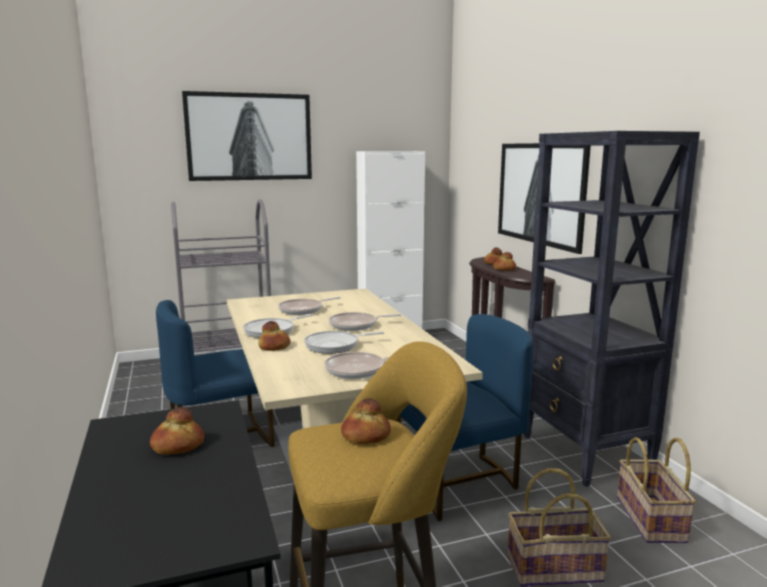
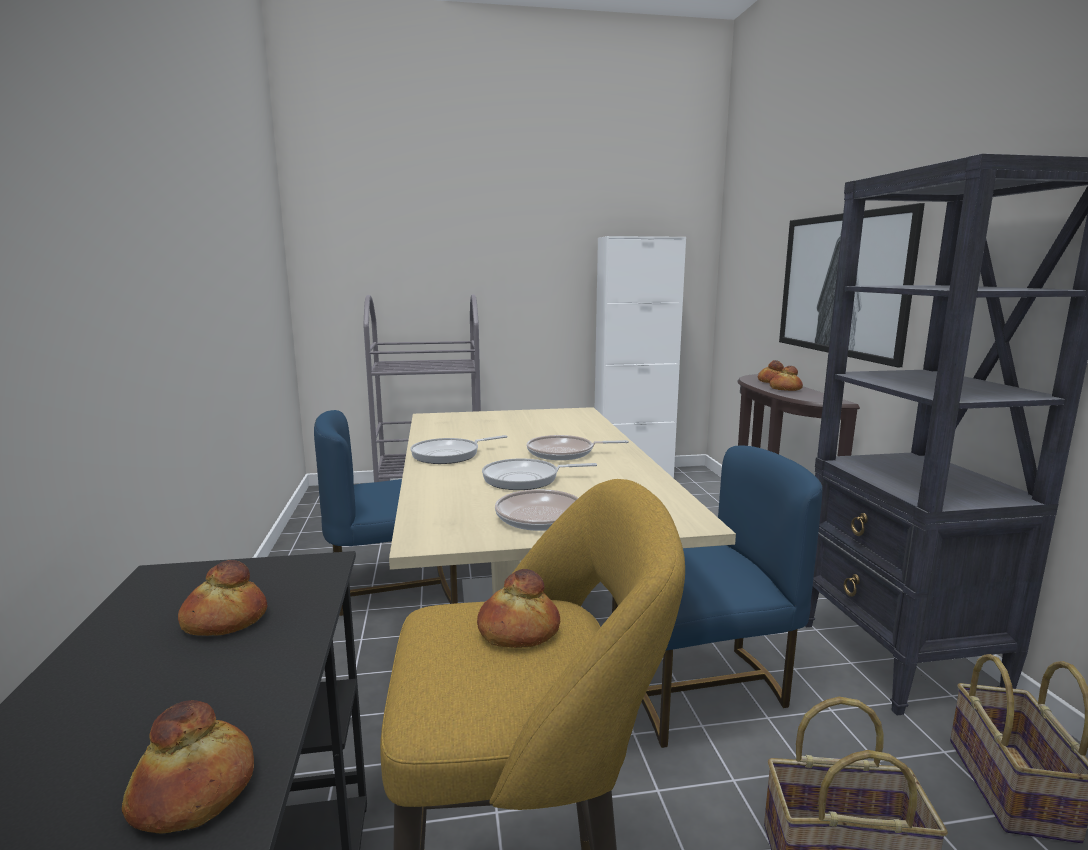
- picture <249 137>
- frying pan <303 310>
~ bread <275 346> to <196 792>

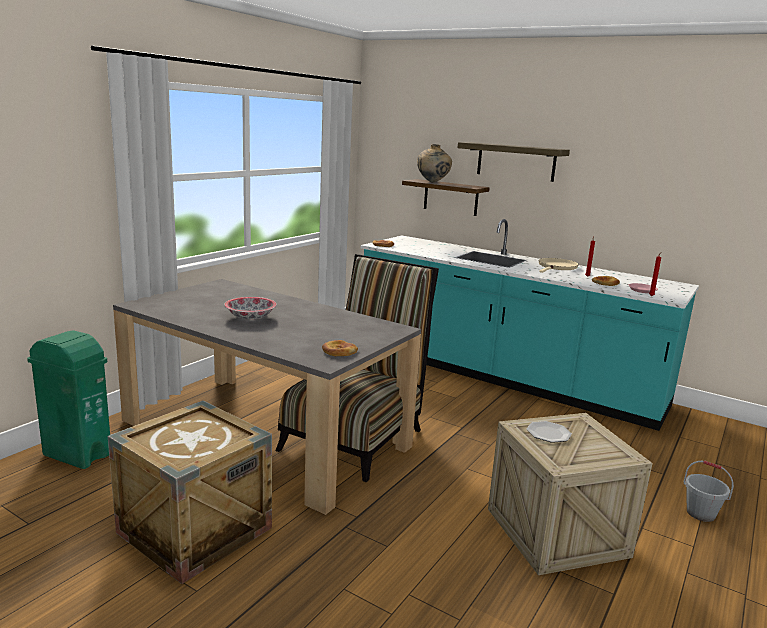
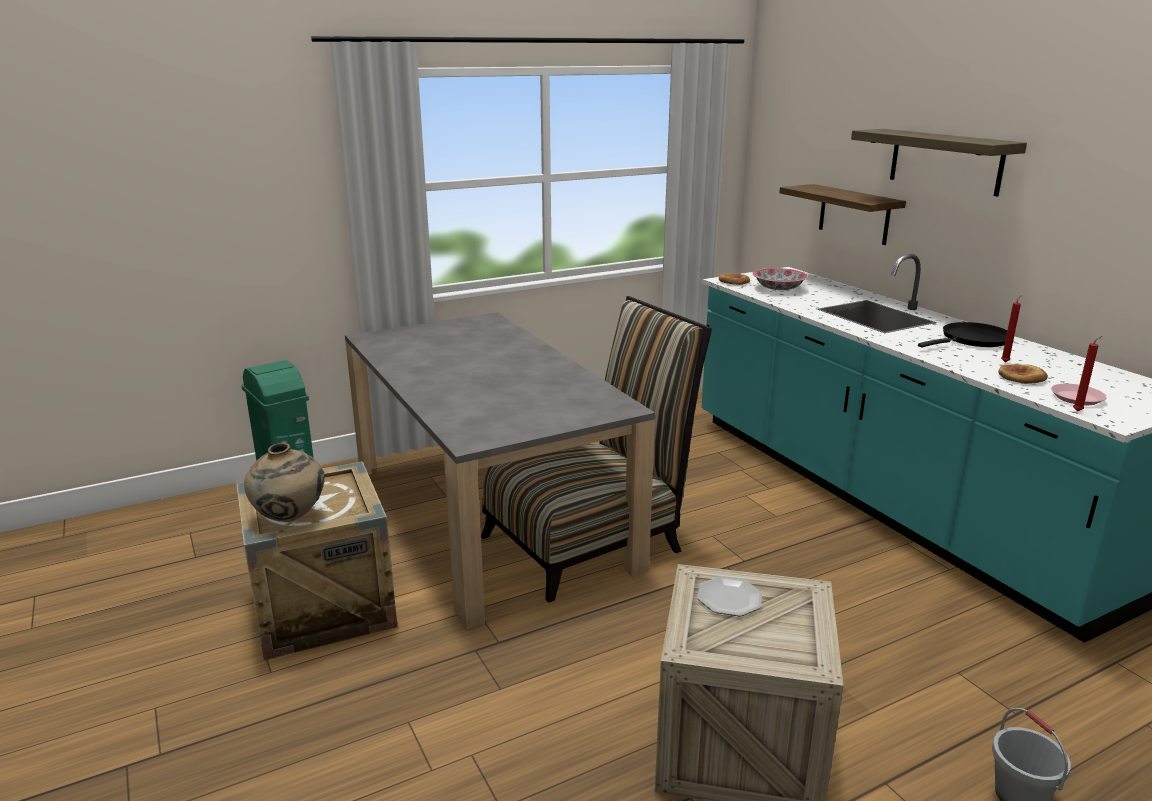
- bread <339 351>
~ bowl <250 317> to <778 288>
~ beige vase <433 182> to <291 519>
~ beige frying pan <557 267> to black frying pan <972 340>

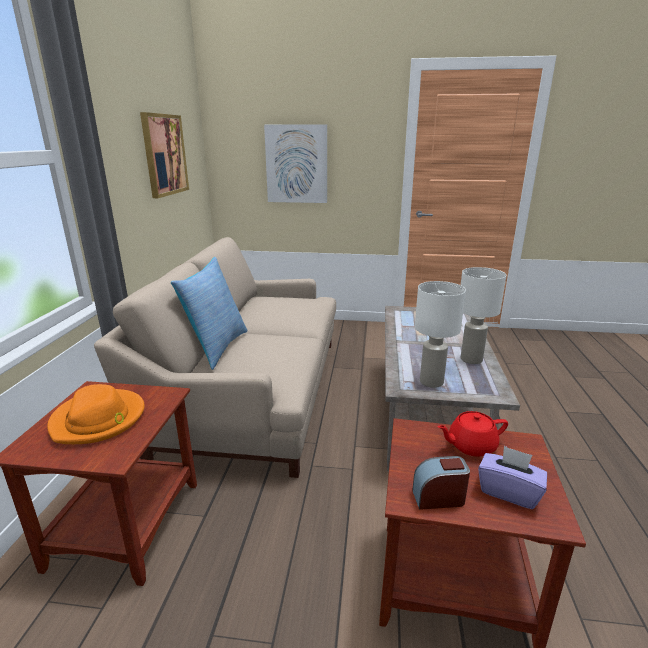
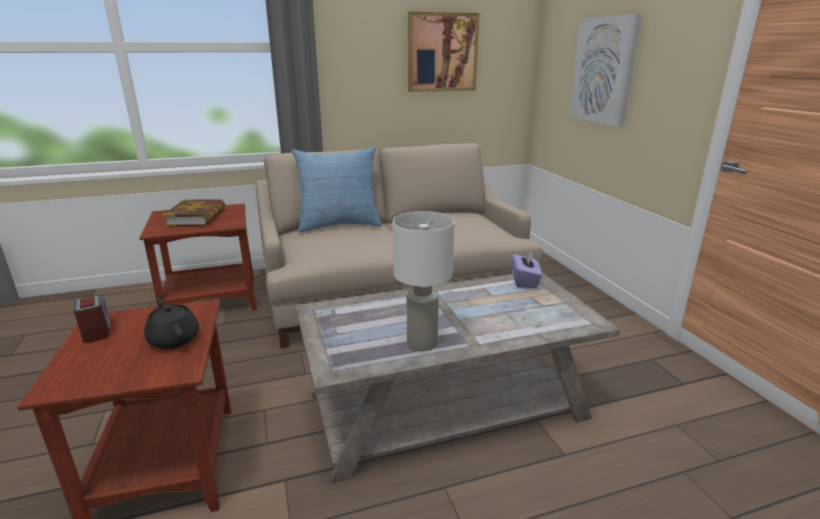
- white table lamp <430 382>
~ purple tissue box <508 491> to <525 281>
~ orange hat <99 419> to book <197 217>
~ red teapot <470 445> to black teapot <174 339>

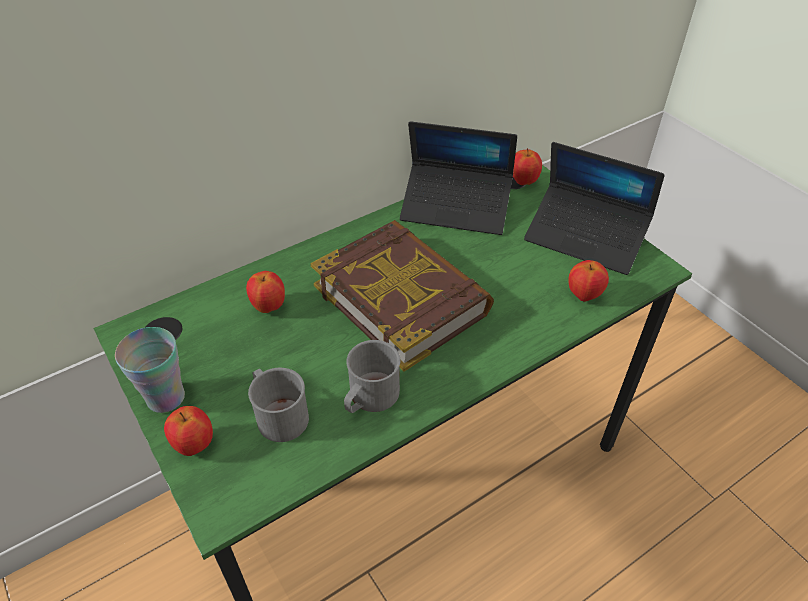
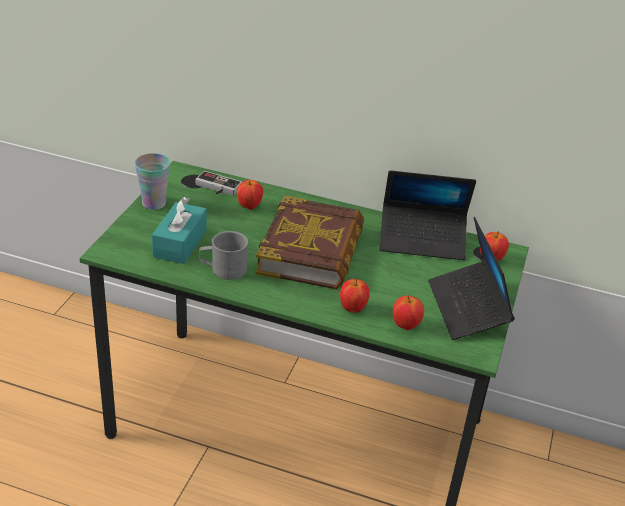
+ game controller <216 188>
~ apple <194 445> to <352 309>
~ grey mug <278 414> to turquoise tissue box <180 243>
~ laptop <456 207> = <422 240> 60 degrees counterclockwise

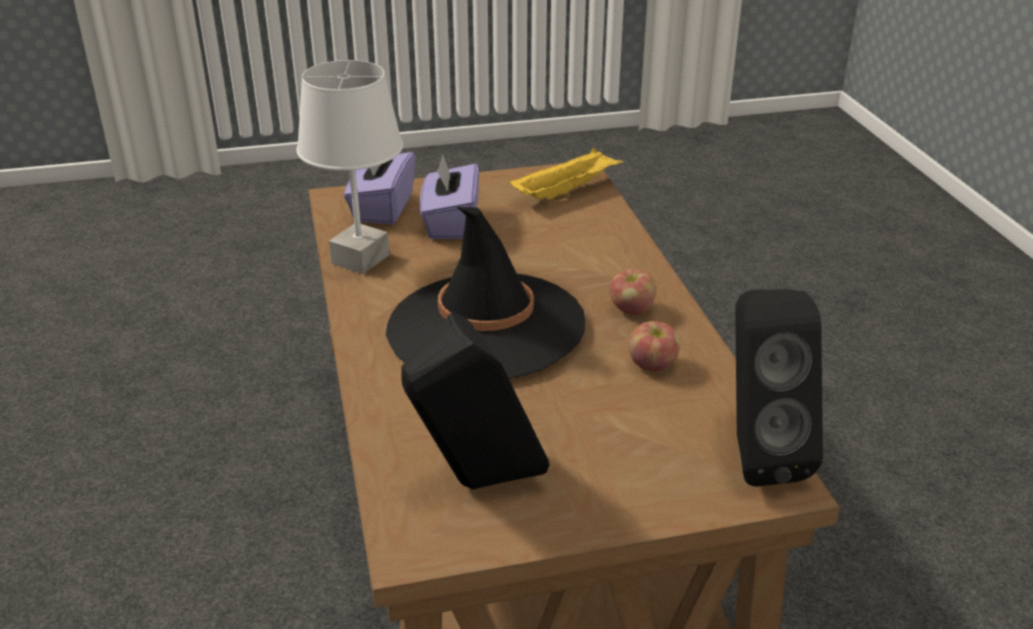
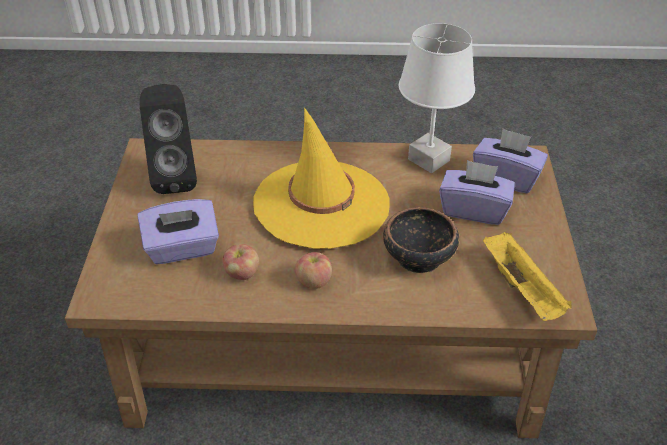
- black speaker <755 454>
+ purple tissue box <182 249>
+ bowl <418 257>
~ black hat <485 327> to yellow hat <321 204>

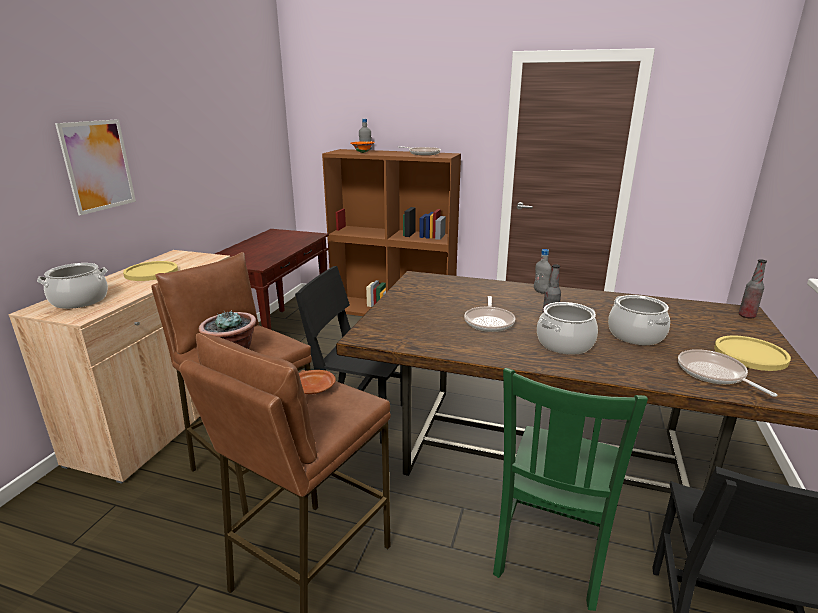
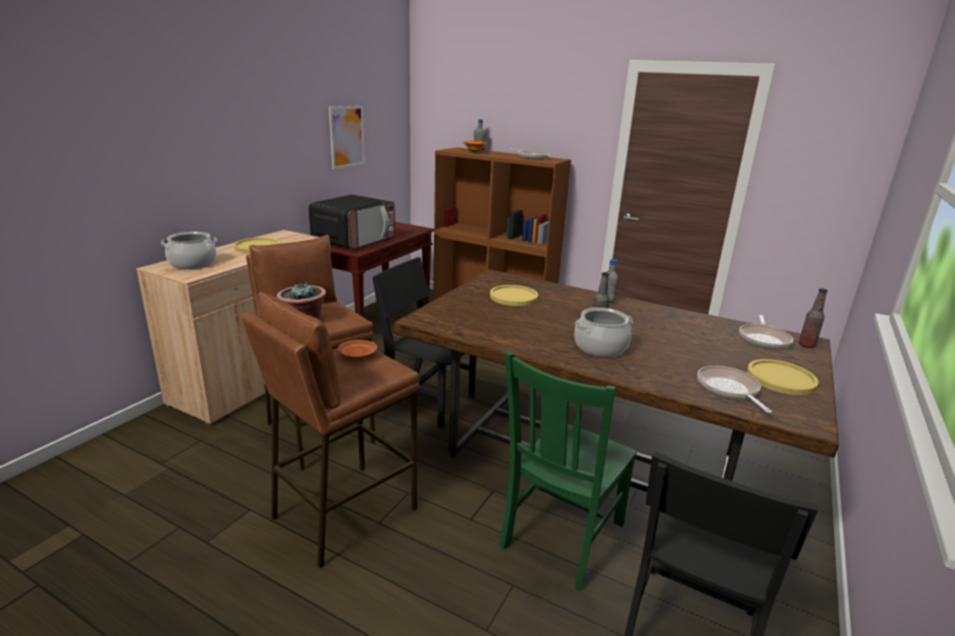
- cooking pot <636 335>
+ microwave <354 240>
+ yellow plate <513 297>
~ picture <98 166> to <347 136>
~ frying pan <489 321> to <764 339>

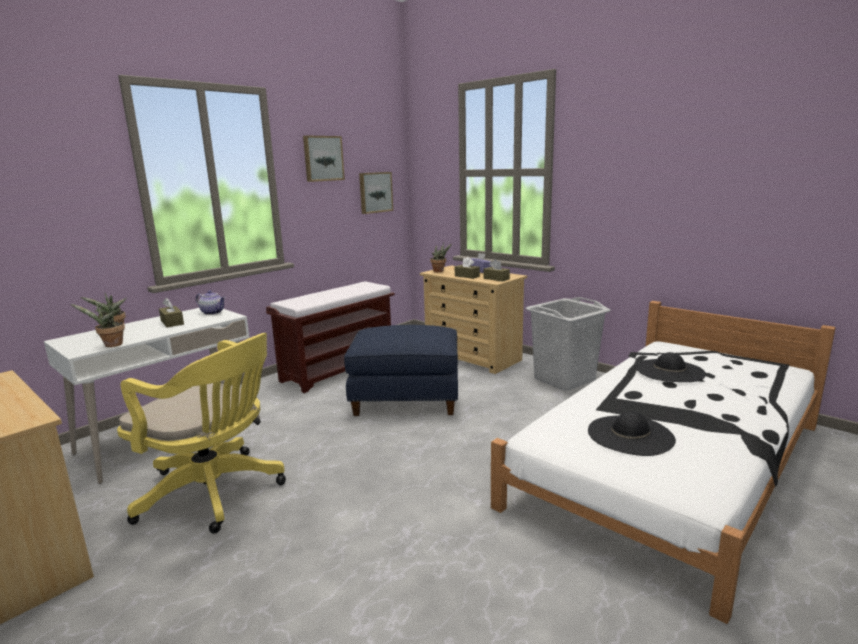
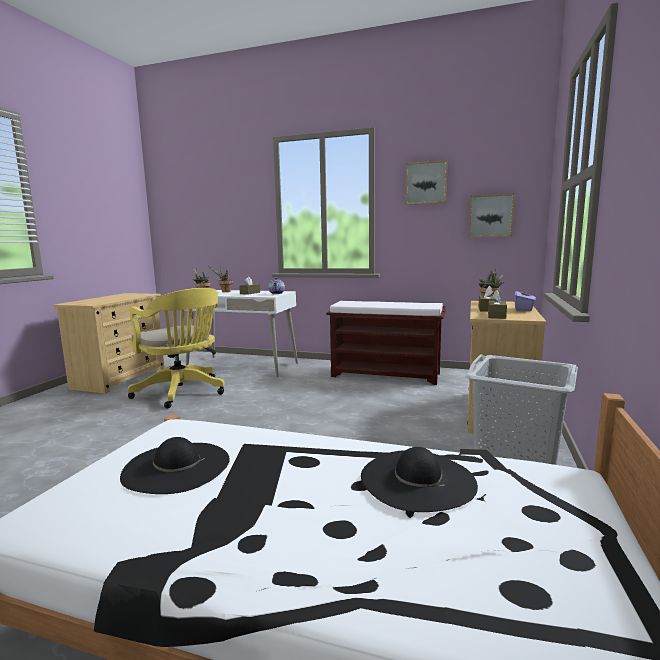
- blue ottoman <406 398>
~ yellow office chair <216 493> = <182 393> 45 degrees counterclockwise

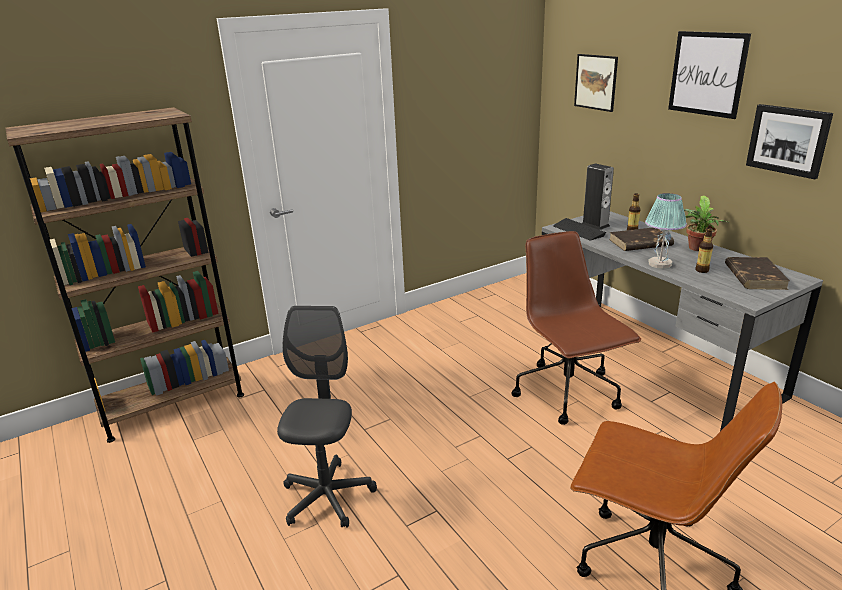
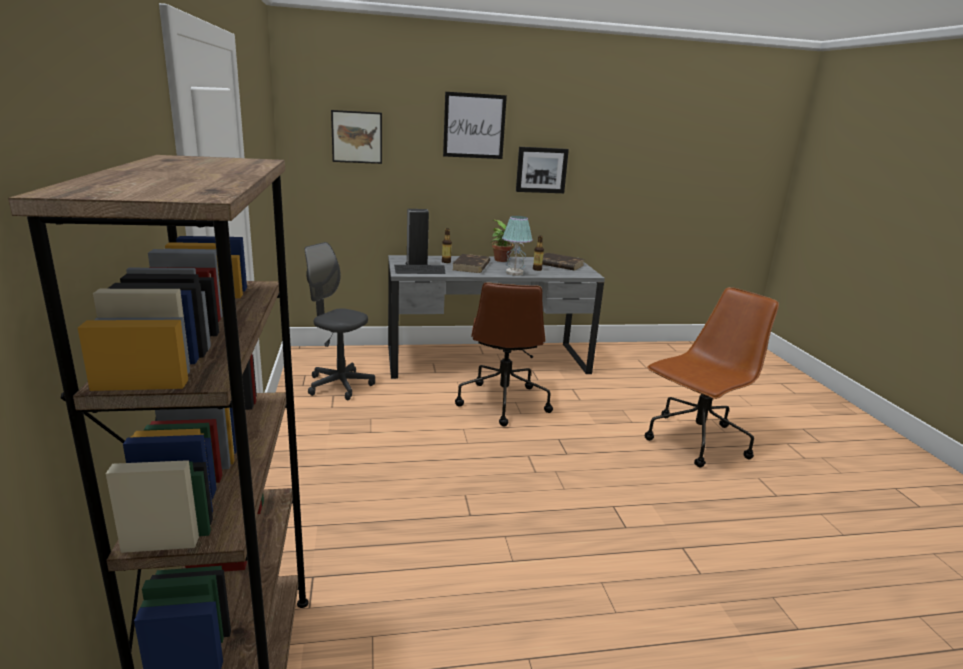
~ grey office chair <327 497> to <340 385>
~ brown office chair <568 393> = <503 402> 90 degrees counterclockwise

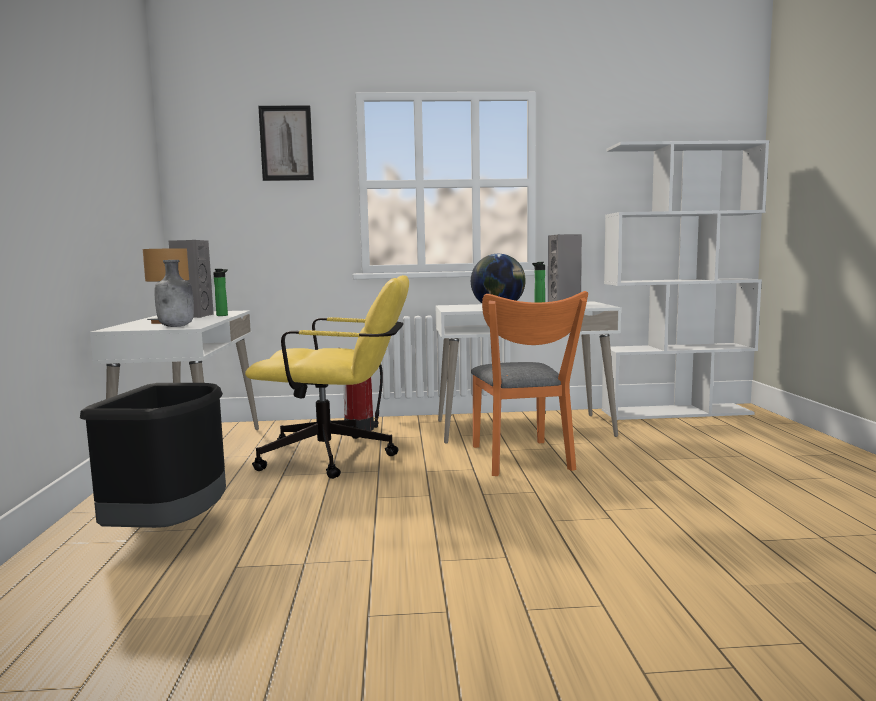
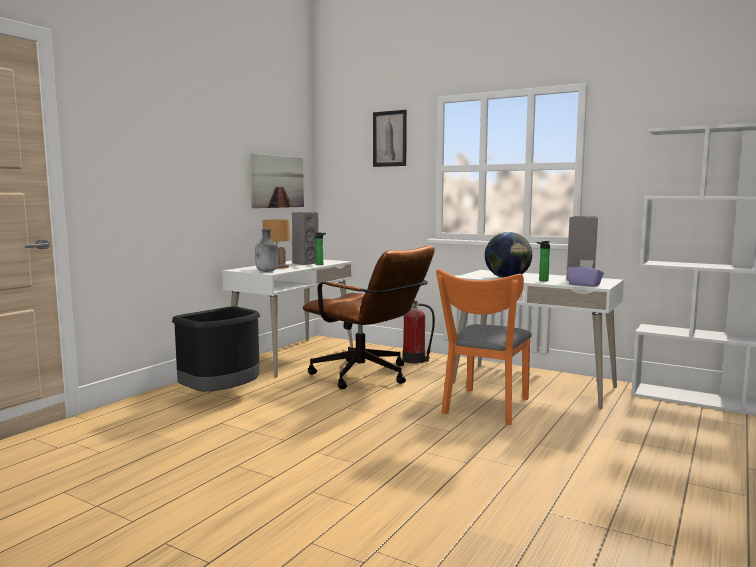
+ picture <277 181>
+ purple tissue box <584 285>
~ yellow office chair <339 457> to brown office chair <368 376>

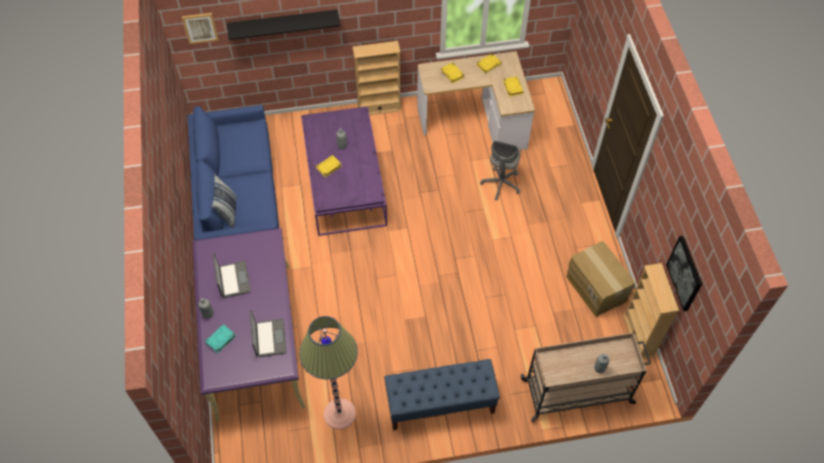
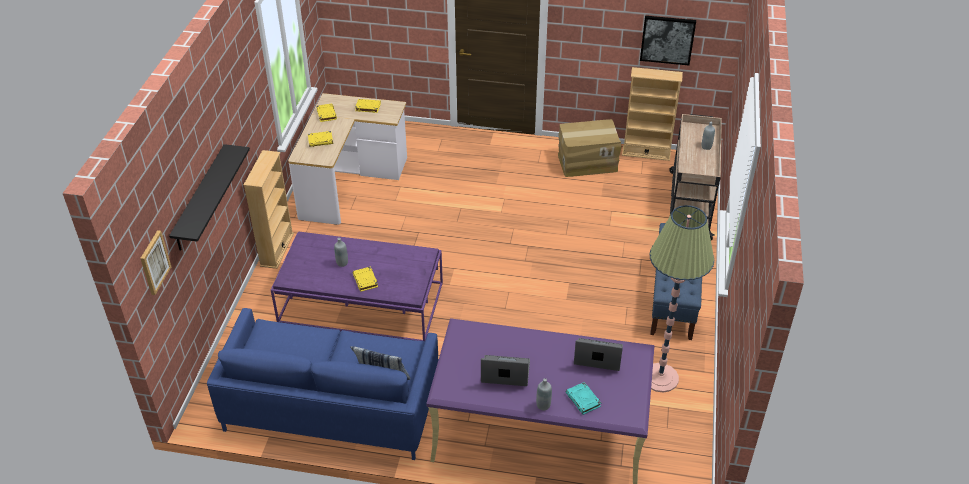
- grey office chair <501 184>

